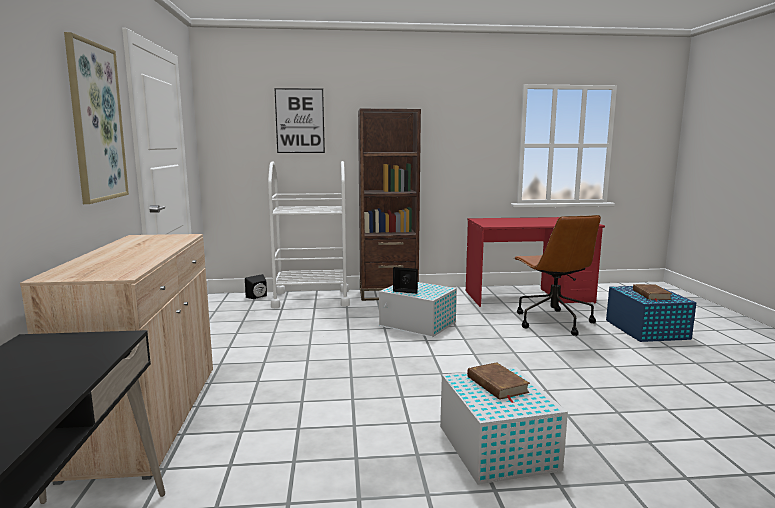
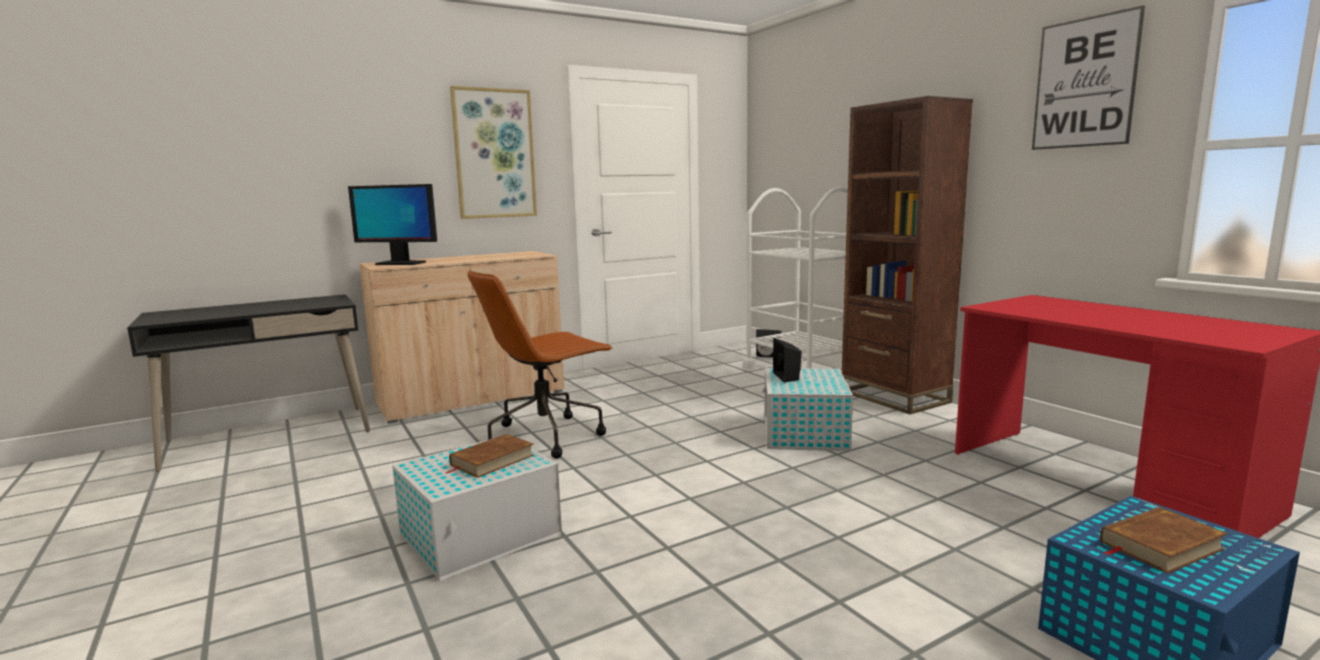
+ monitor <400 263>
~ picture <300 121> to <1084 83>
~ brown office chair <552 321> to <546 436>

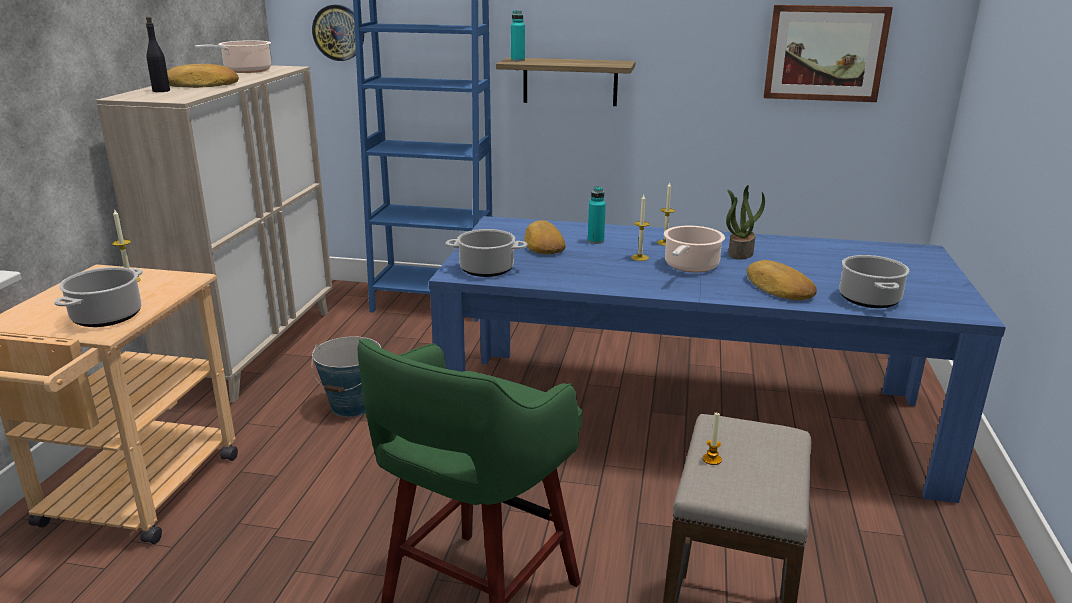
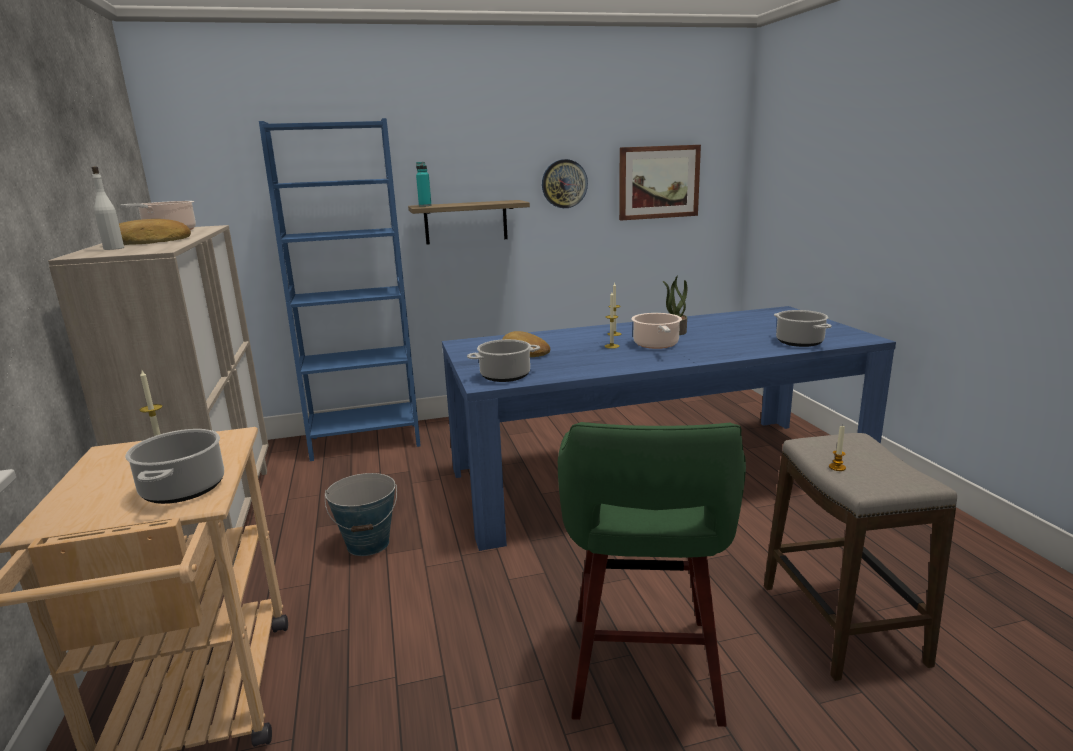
- turquoise bottle <595 241>
- bread <778 288>
~ wall clock <338 32> to <564 184>
~ black bottle <161 91> to white bottle <113 248>

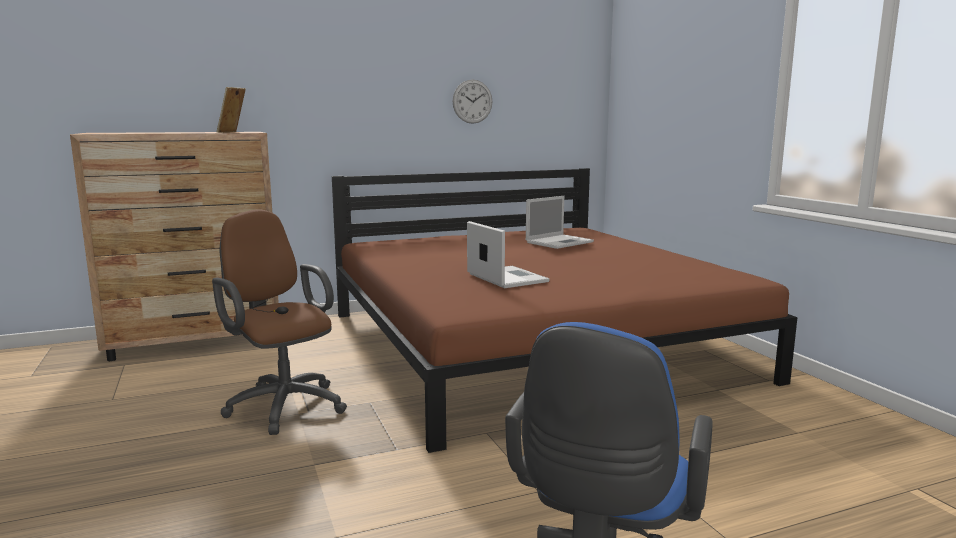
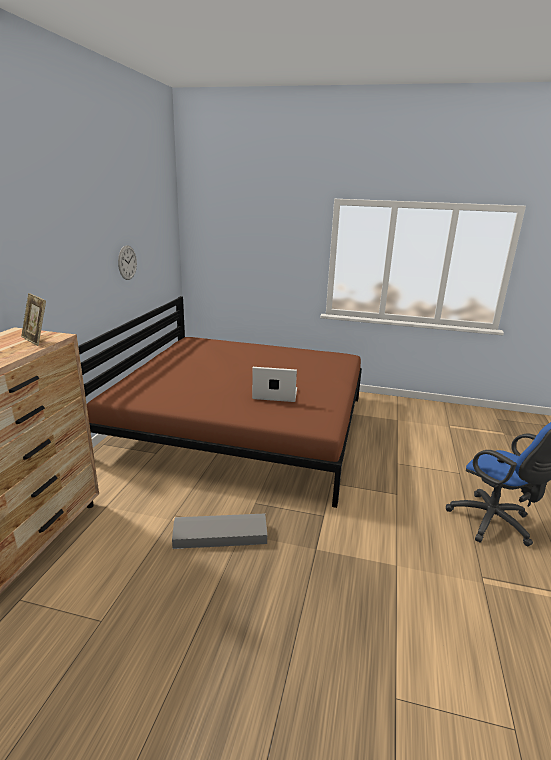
- laptop <560 242>
~ brown office chair <283 404> to grey storage box <220 536>

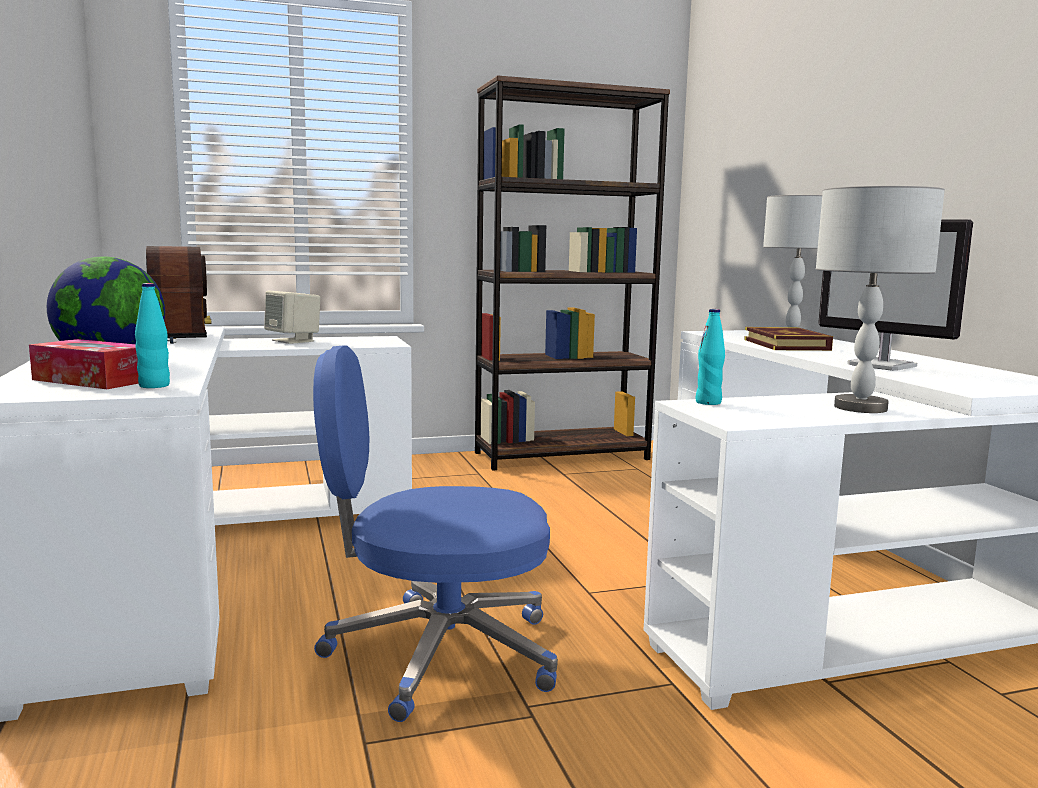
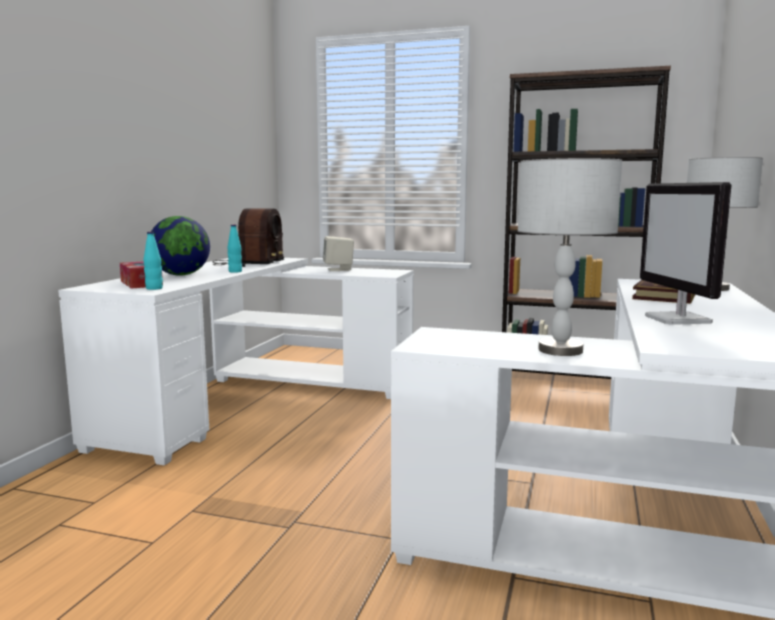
- blue office chair <437 654>
~ turquoise bottle <708 402> to <235 271>

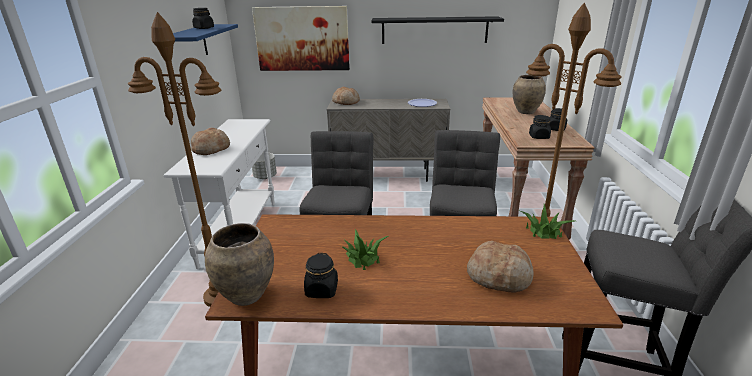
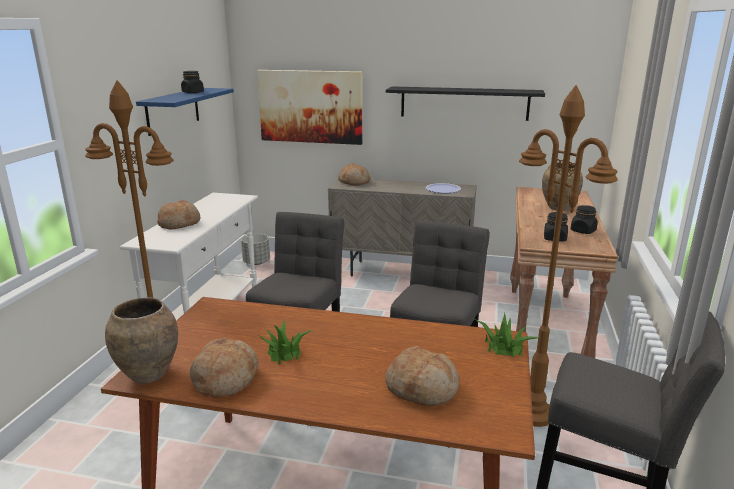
~ black jar <322 290> to bread <225 378>

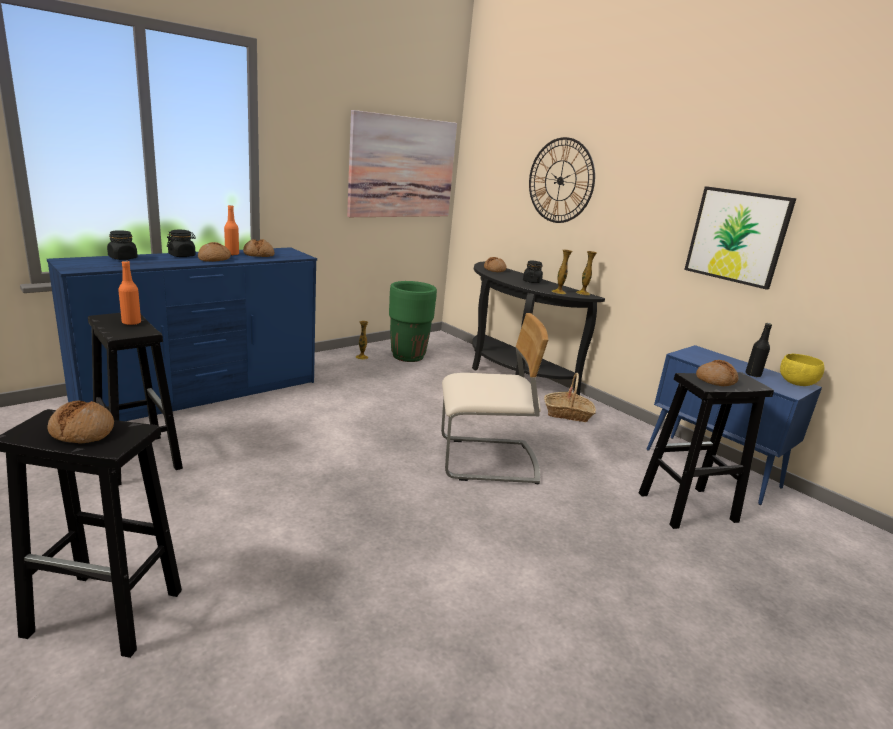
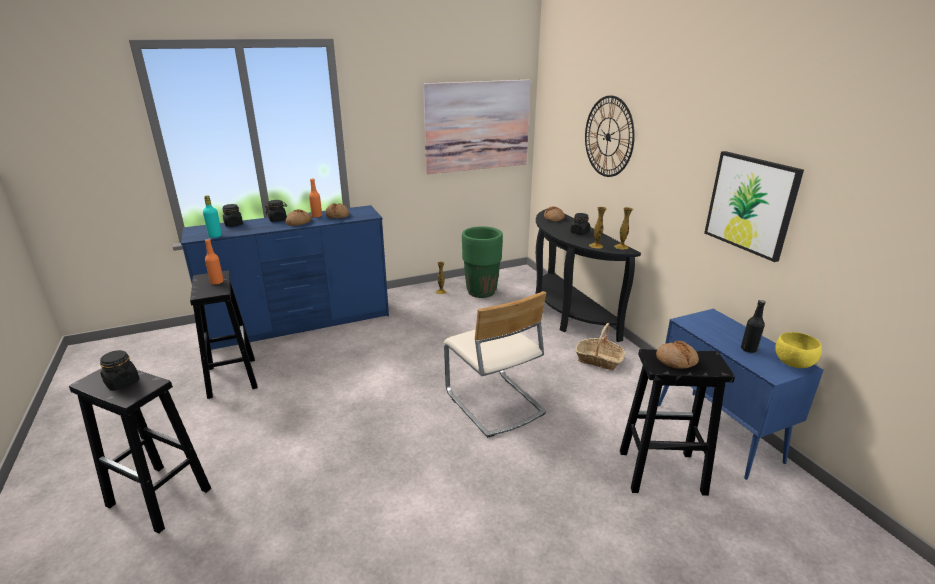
+ turquoise bottle <215 236>
~ bread <83 431> to black jar <122 382>
~ beige chair <487 461> = <493 403> 45 degrees clockwise

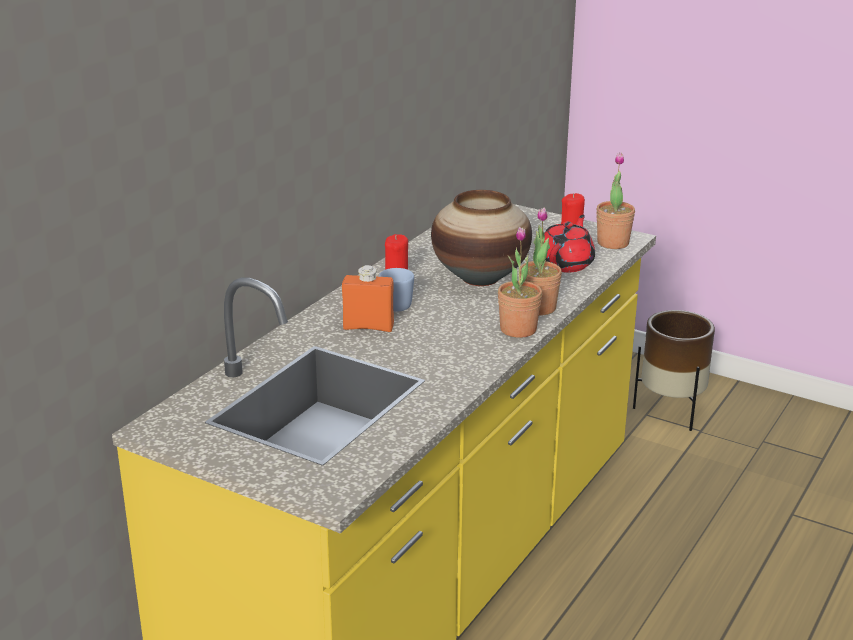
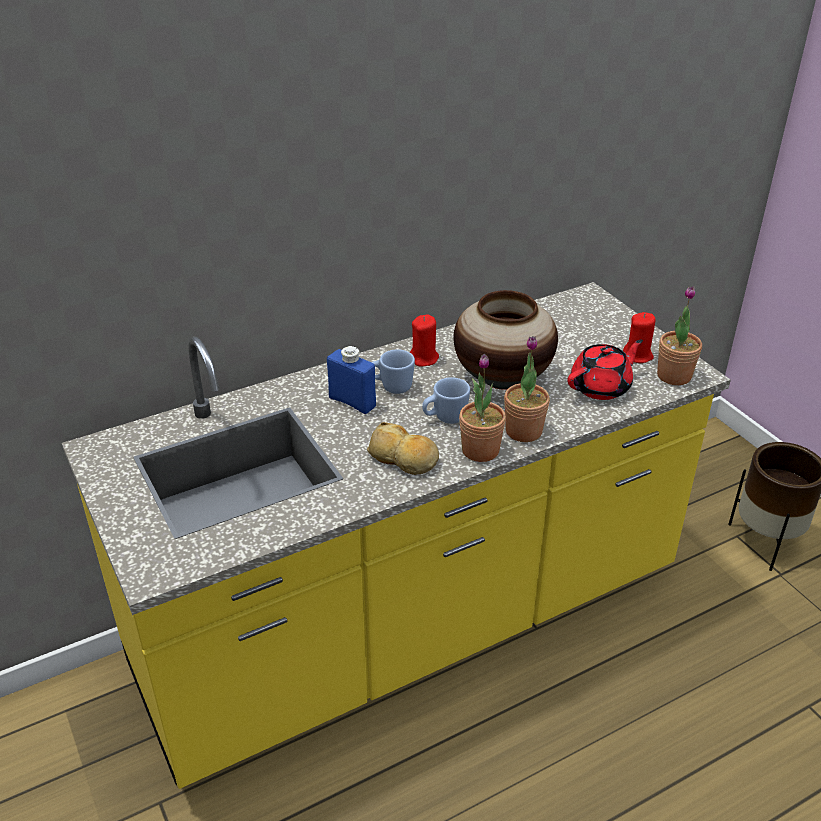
+ bread <403 459>
+ blue mug <445 418>
~ orange bottle <368 327> to blue bottle <352 402>

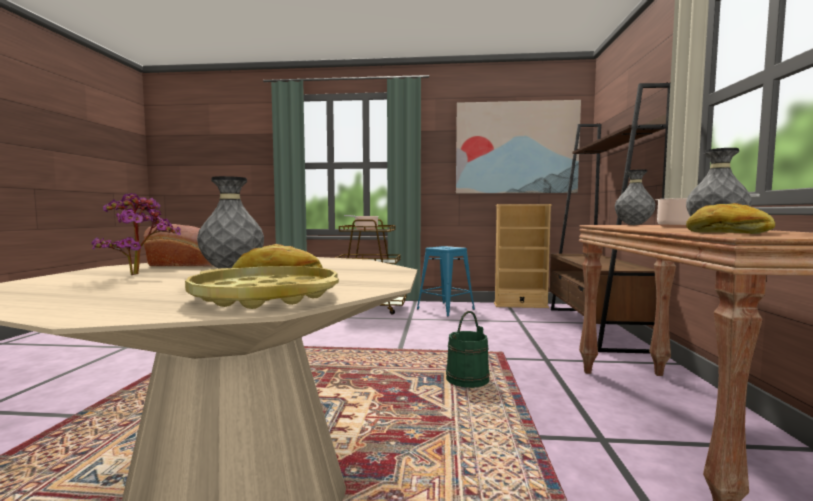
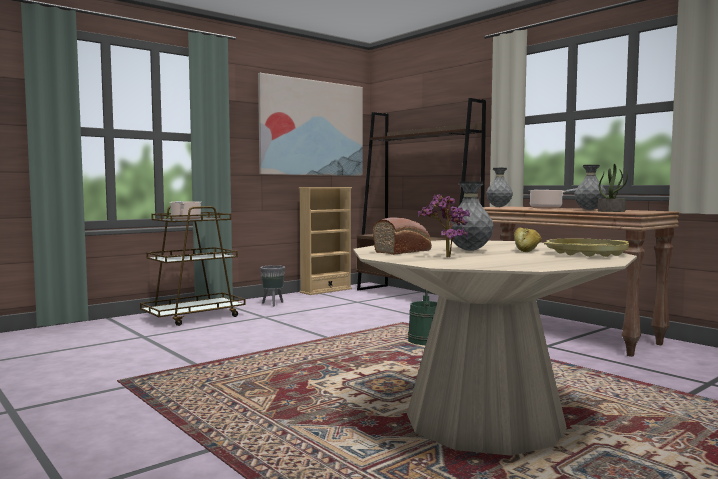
~ blue stool <446 309> to grey planter <272 304>
~ bread <727 233> to potted plant <611 211>

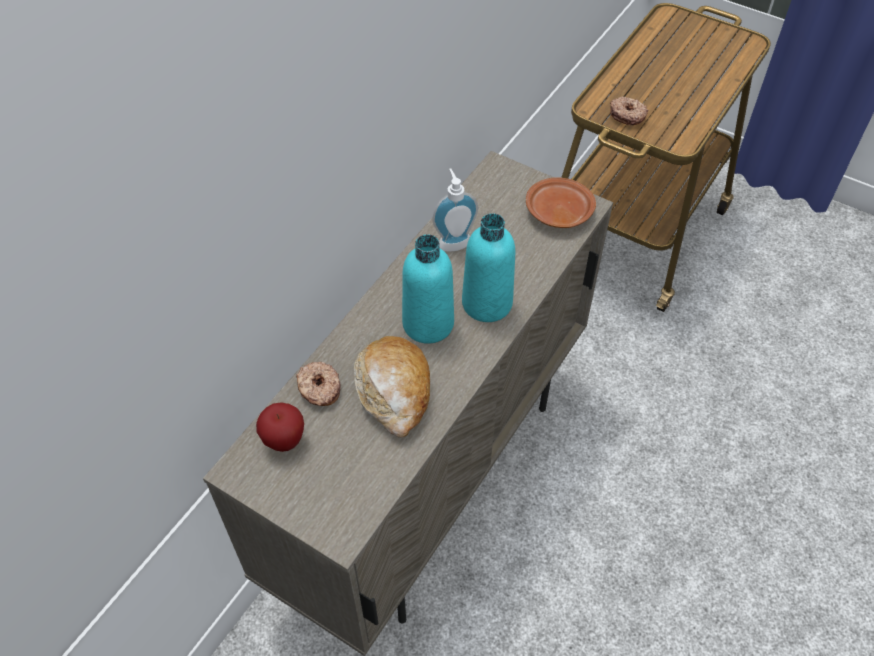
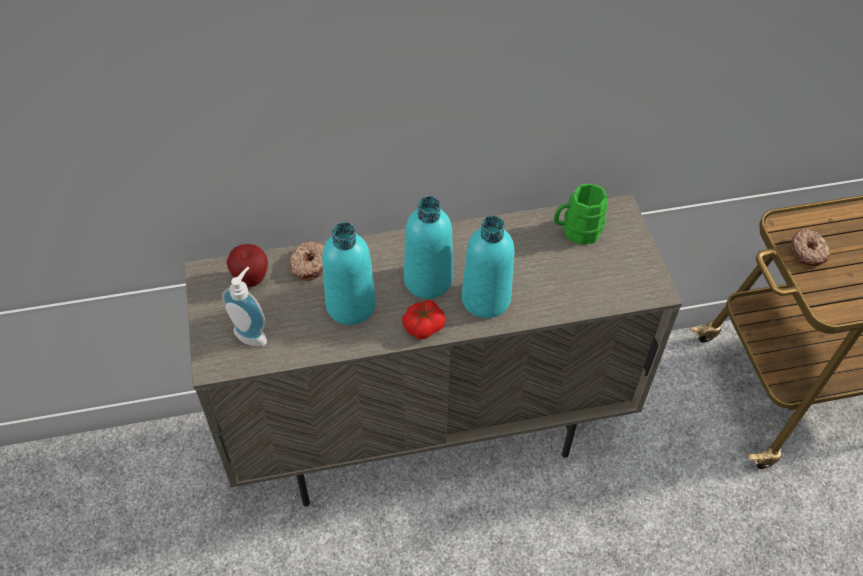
- brown plate <558 212>
+ tomato <423 326>
+ green mug <576 231>
~ soap dispenser <453 241> to <253 333>
~ bread <394 392> to turquoise bottle <351 305>

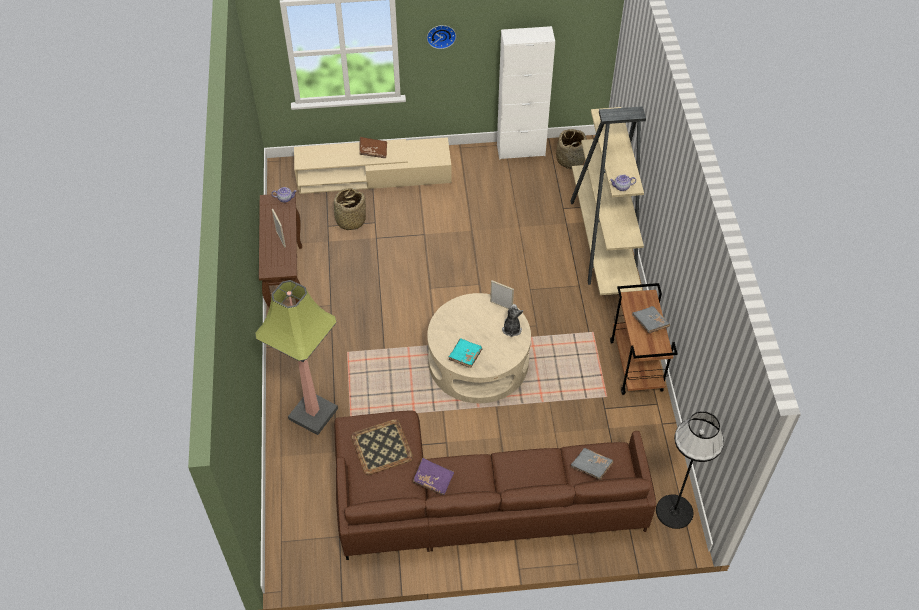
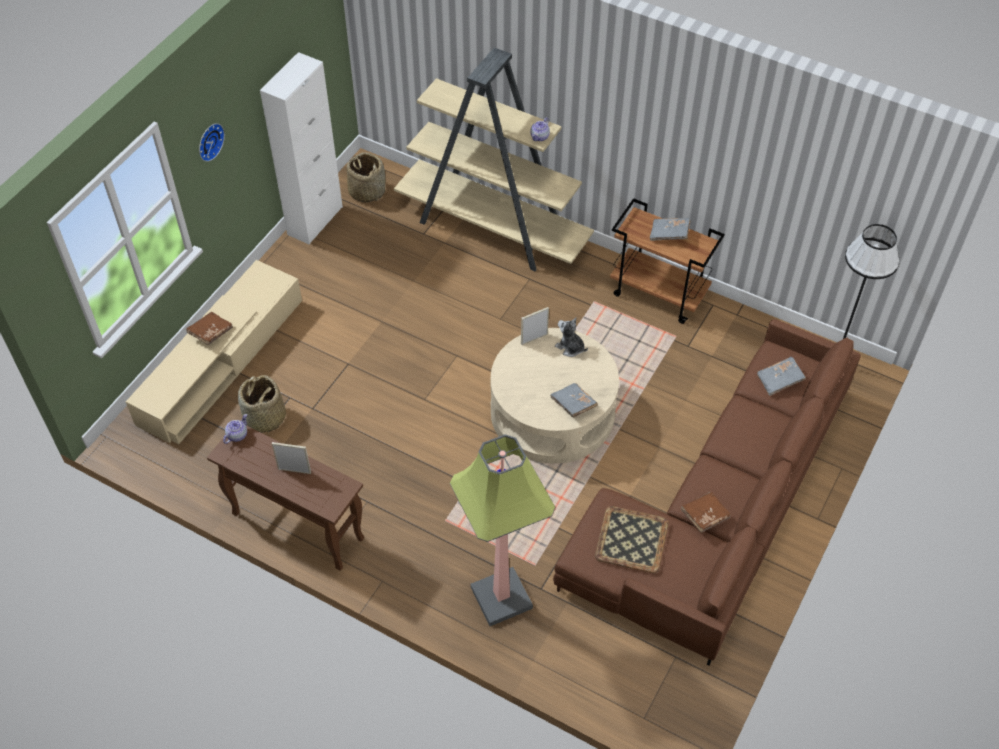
~ purple book <433 479> to brown book <704 516>
~ turquoise book <465 356> to grey book <573 404>

